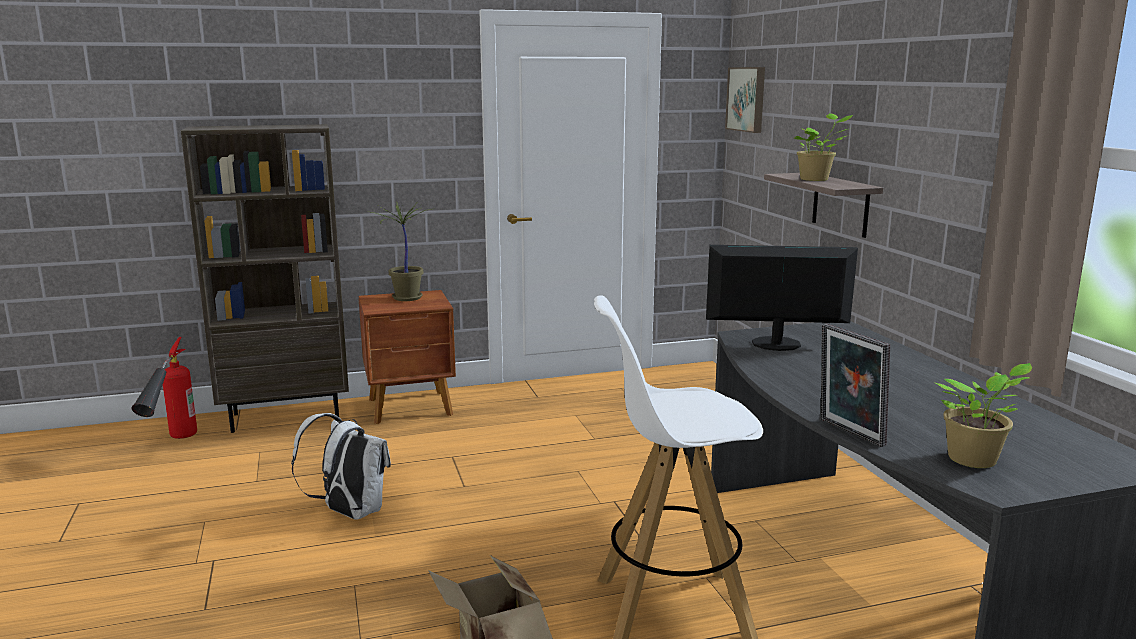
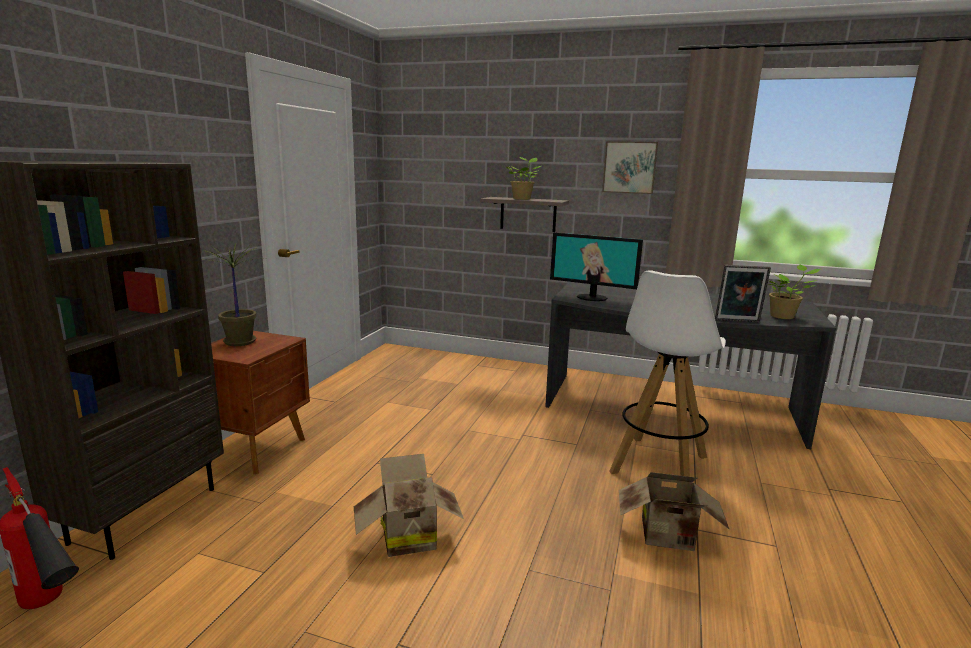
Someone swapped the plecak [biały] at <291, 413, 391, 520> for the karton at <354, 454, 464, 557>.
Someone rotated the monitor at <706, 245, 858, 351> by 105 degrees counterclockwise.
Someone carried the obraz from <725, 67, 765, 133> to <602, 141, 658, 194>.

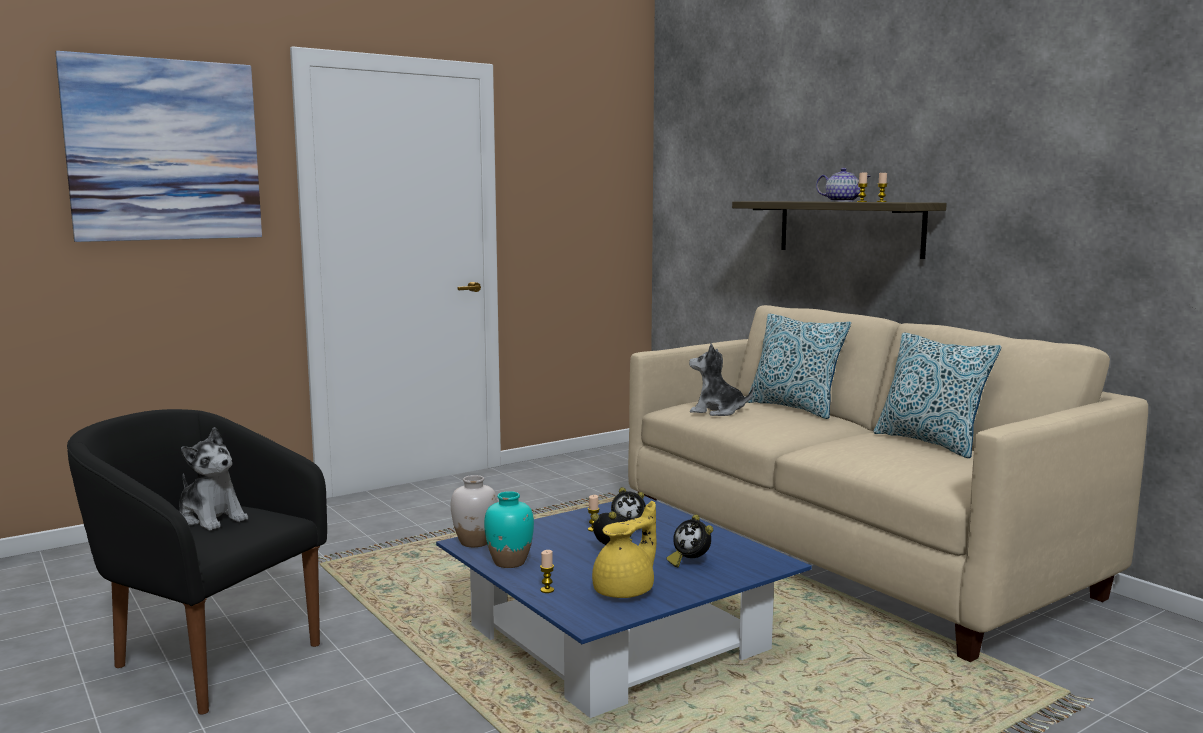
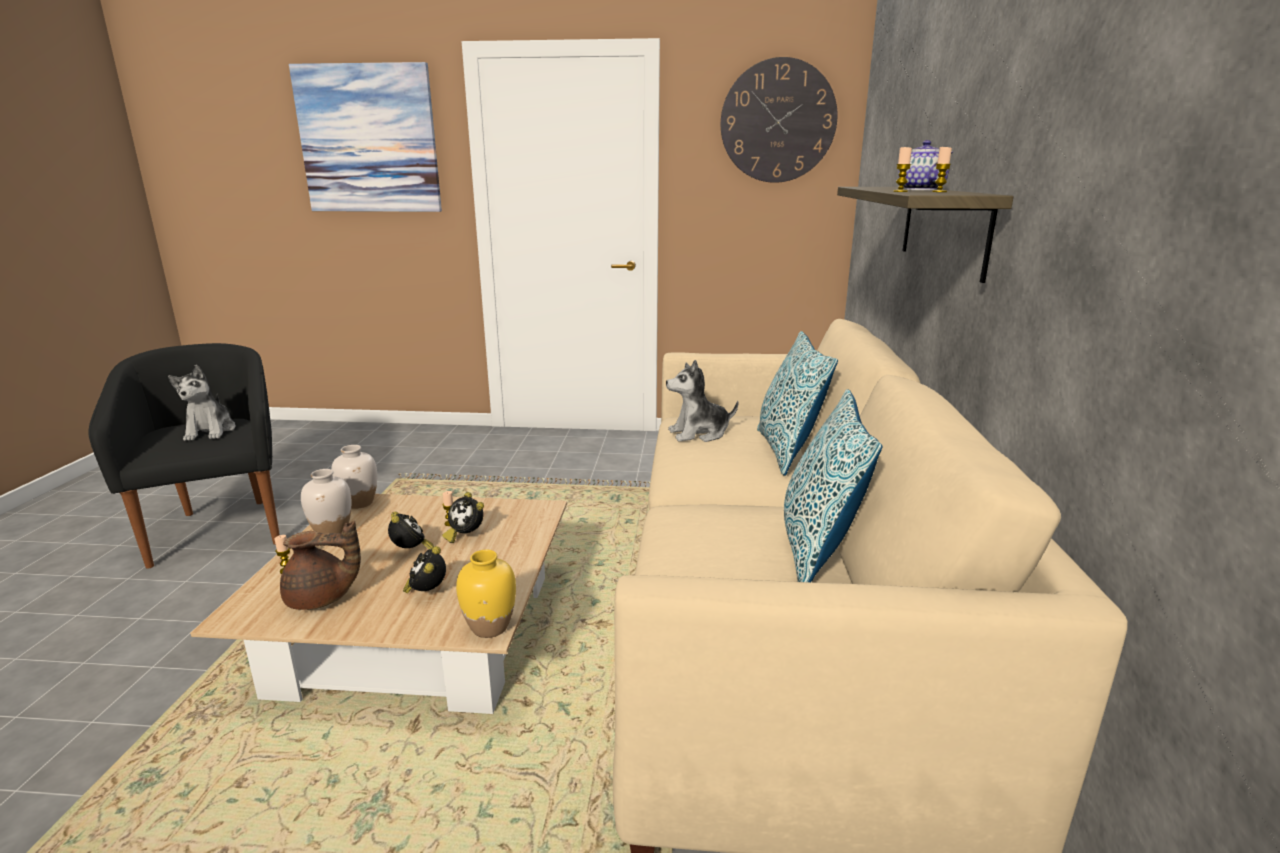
Someone repainted the ława [niebieski] at <436, 496, 812, 718>, which became the ława [beżowy] at <190, 494, 567, 714>.
Someone repainted the wazon [turkusowy] at <484, 491, 534, 568>, which became the wazon [biały] at <301, 469, 351, 533>.
Someone repainted the imbryk [żółty] at <592, 501, 657, 598>, which became the imbryk [brązowy] at <280, 521, 361, 610>.
Someone rotated the pluszak at <689, 344, 754, 416> by 75 degrees counterclockwise.
Someone put down the wazon [żółty] at <456, 549, 516, 638>.
Someone put up the zegar ścienny at <721, 57, 837, 183>.

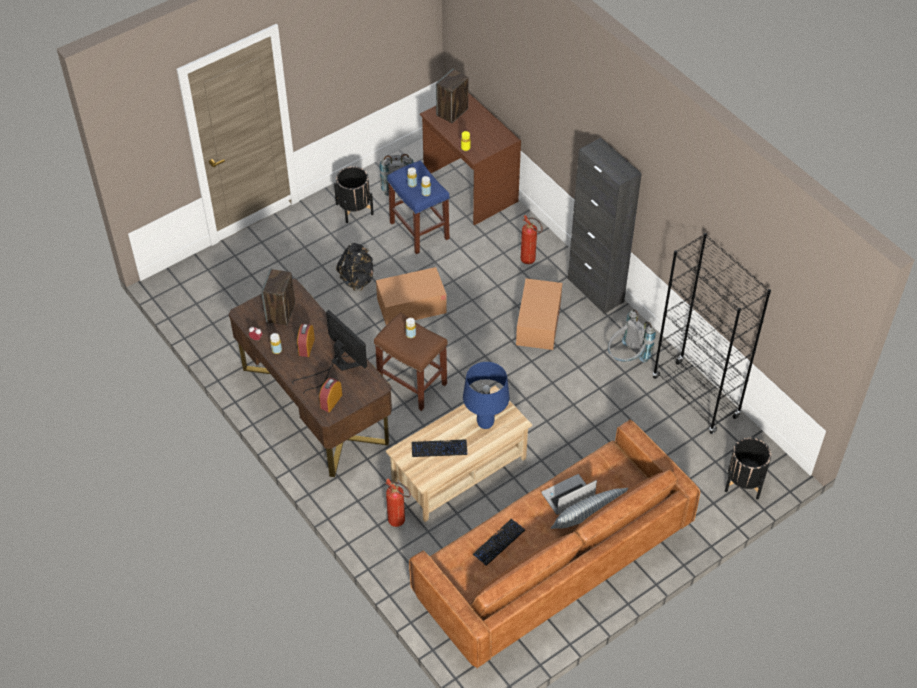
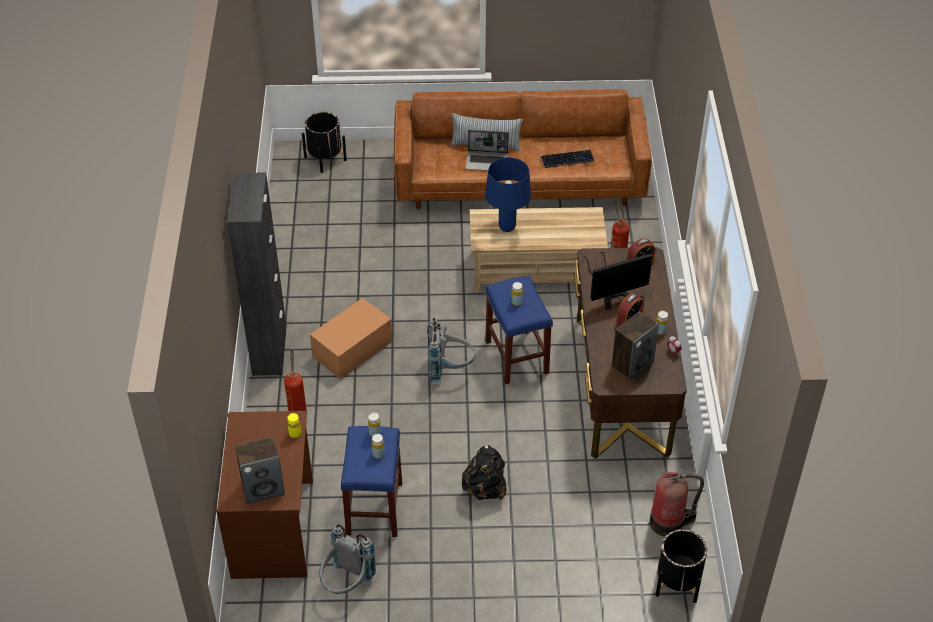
Someone rotated the monitor at <292, 310, 367, 393> by 105 degrees counterclockwise.
Someone carried the donica [czarny] from <334, 166, 374, 223> to <655, 529, 707, 603>.
Someone repainted the stołek [brązowy] at <374, 312, 448, 411>, which became the stołek [niebieski] at <485, 276, 553, 385>.
Someone took away the karton at <376, 267, 447, 325>.
Someone took away the klawiatura at <412, 439, 467, 457>.
Someone carried the plecak [szary] from <608, 310, 656, 362> to <427, 318, 476, 384>.
Someone took away the regał [czarny] at <653, 233, 771, 434>.
Someone put down the gaśnica at <650, 472, 704, 537>.

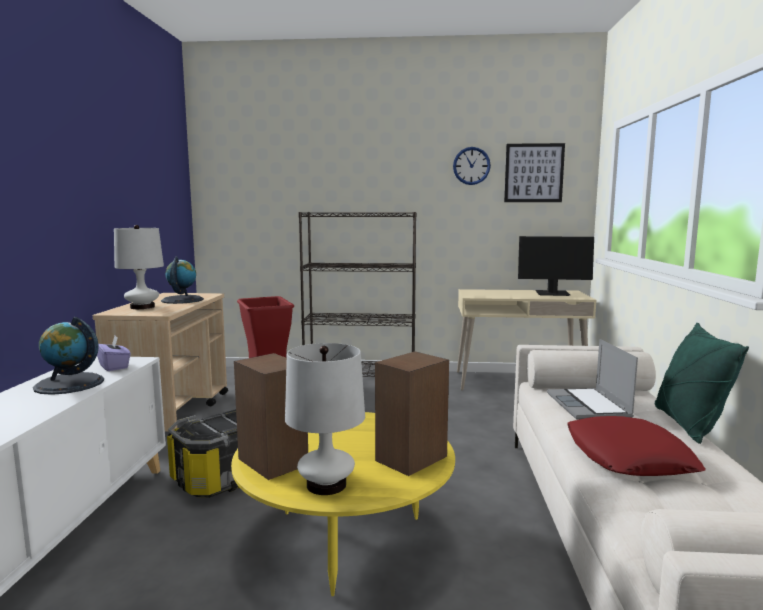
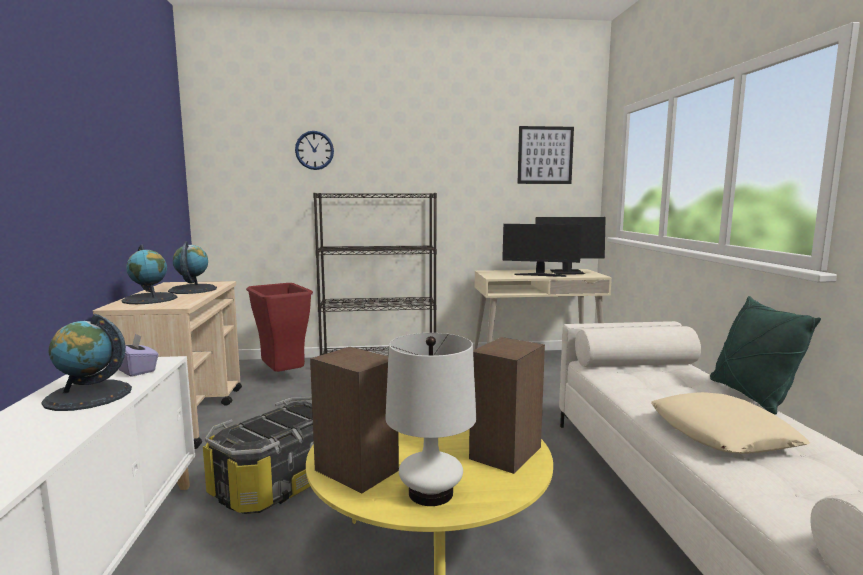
Someone swapped the lampa stołowa [biały] at <114, 225, 164, 309> for the globus at <122, 245, 177, 304>.
Someone carried the zegar ścienny from <453, 147, 491, 185> to <295, 131, 334, 170>.
Someone took away the laptop at <547, 339, 638, 420>.
Someone repainted the poduszka [czerwony] at <567, 416, 706, 476>, which became the poduszka [beżowy] at <651, 392, 810, 454>.
Someone put down the monitor at <502, 224, 582, 277>.

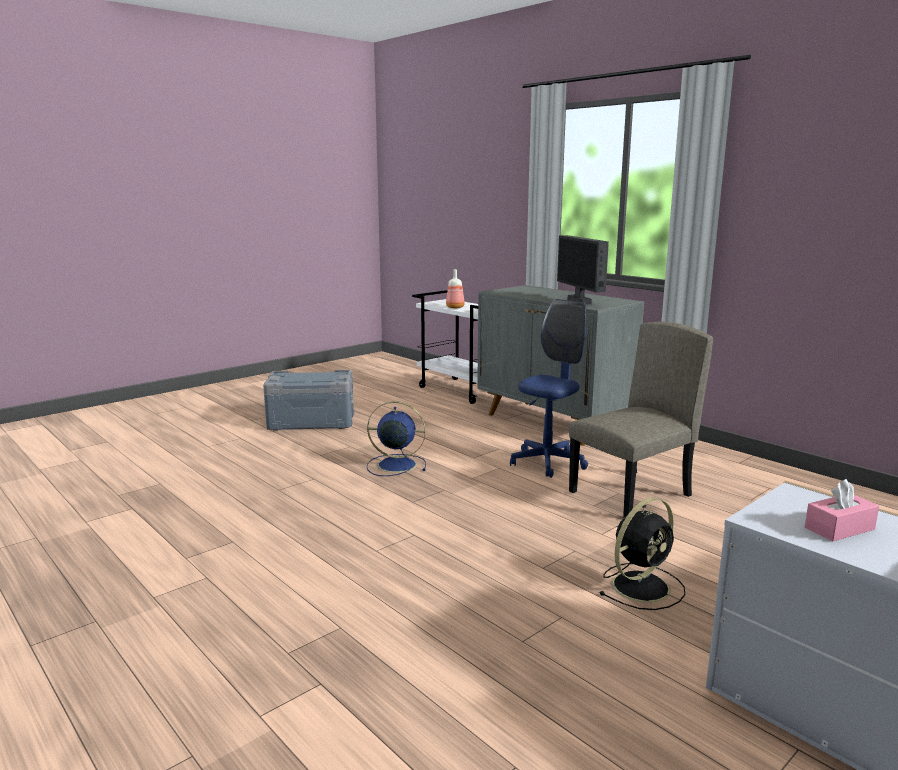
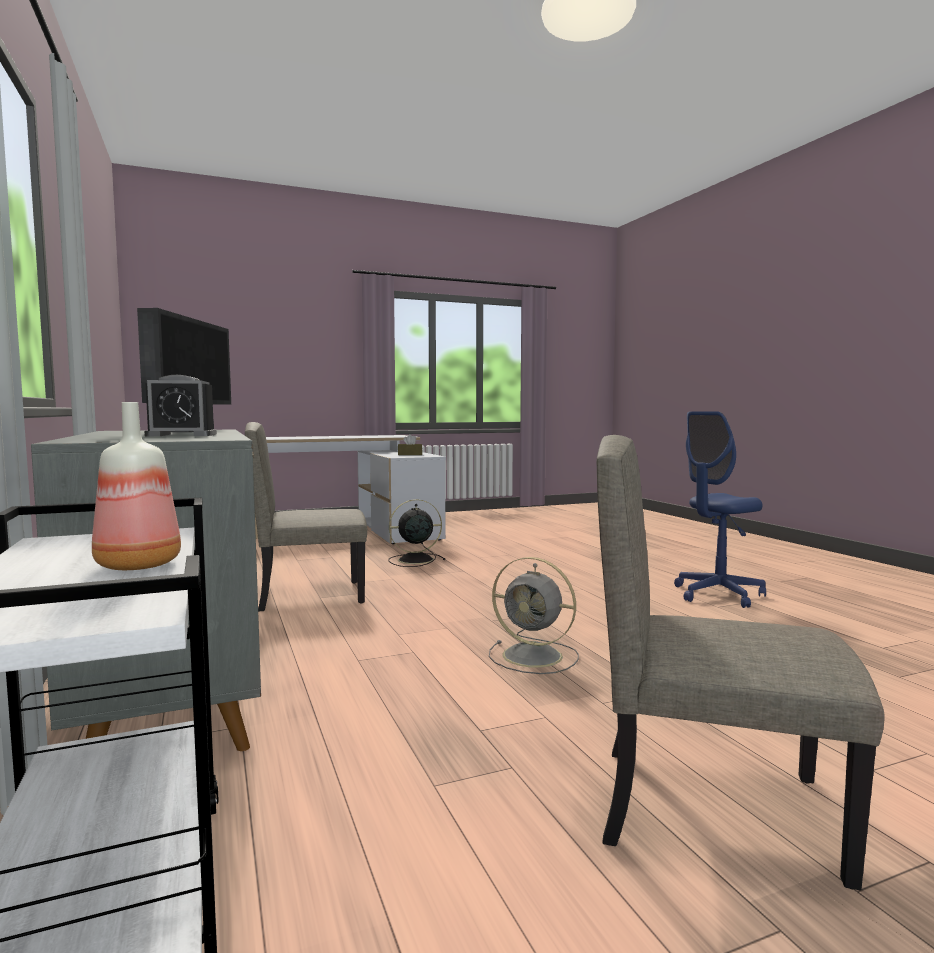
Someone swapped the pojemnik do przechowywania [szary] at <263, 370, 354, 431> for the krzesło [beżowy] at <597, 435, 884, 890>.
Someone repainted the wentylator [niebieski] at <367, 401, 426, 476>, which became the wentylator [szary] at <489, 557, 579, 674>.
Someone carried the krzesło biurowe [niebieski] from <510, 299, 588, 478> to <674, 411, 766, 608>.
Someone repainted the pudełko chusteczek [różowy] at <805, 479, 879, 542>, which became the pudełko chusteczek [brązowy] at <398, 434, 422, 455>.
Someone put down the budzik at <144, 375, 217, 436>.

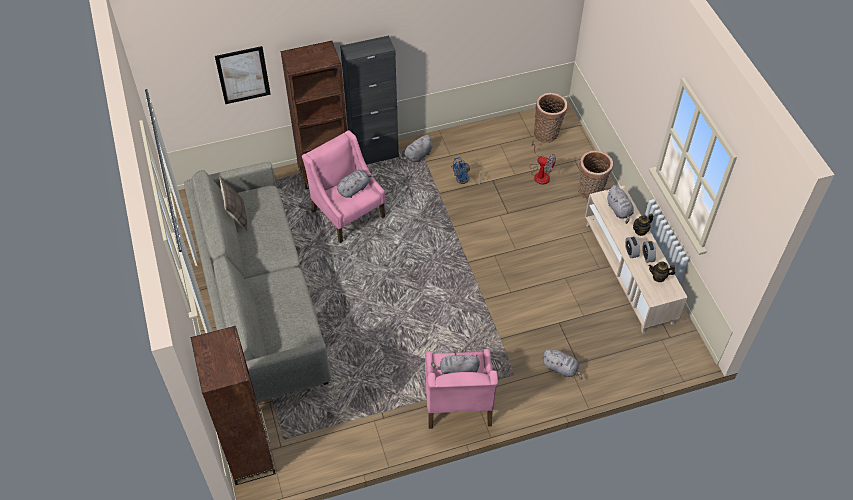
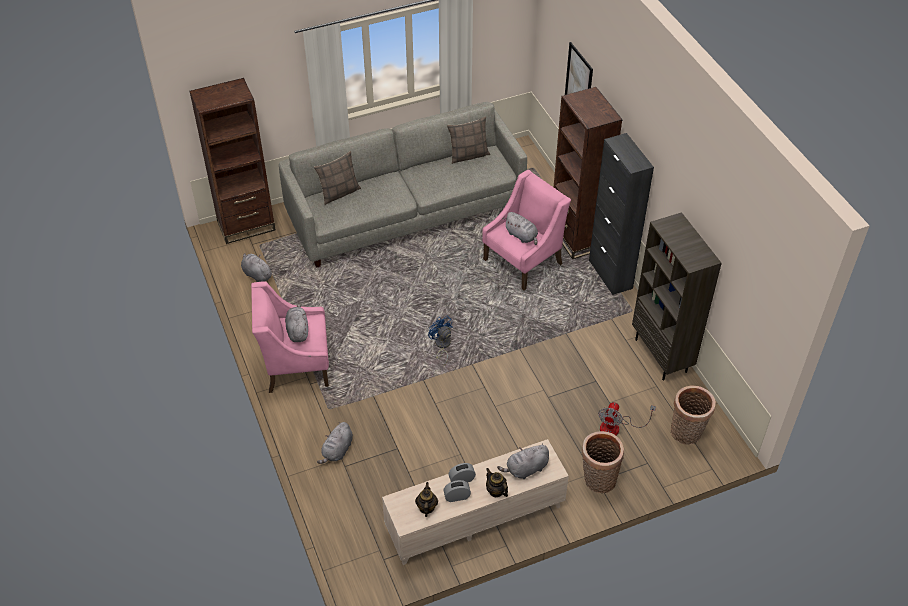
Someone carried the pluszak [szary] from <399, 135, 432, 163> to <241, 253, 273, 282>.
Someone carried the wentylator [niebieski] from <451, 157, 488, 184> to <428, 316, 453, 365>.
Someone put down the poduszka at <314, 151, 361, 205>.
Someone put down the regał [brązowy] at <632, 212, 722, 380>.

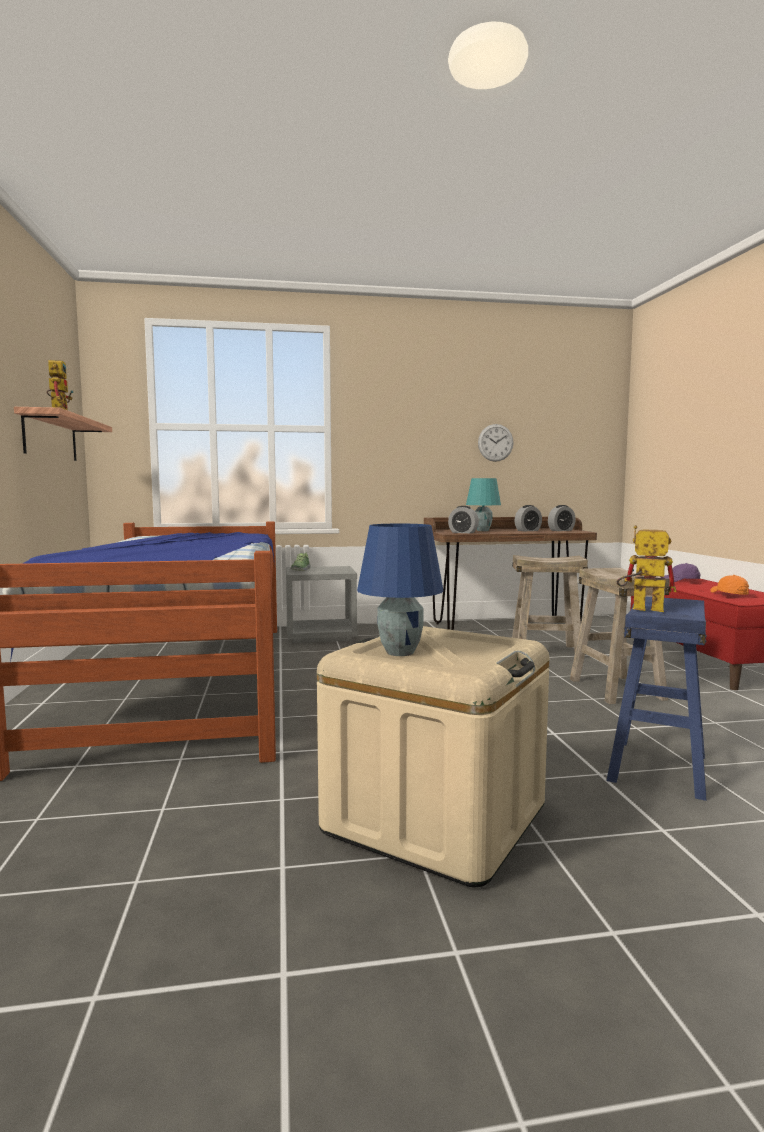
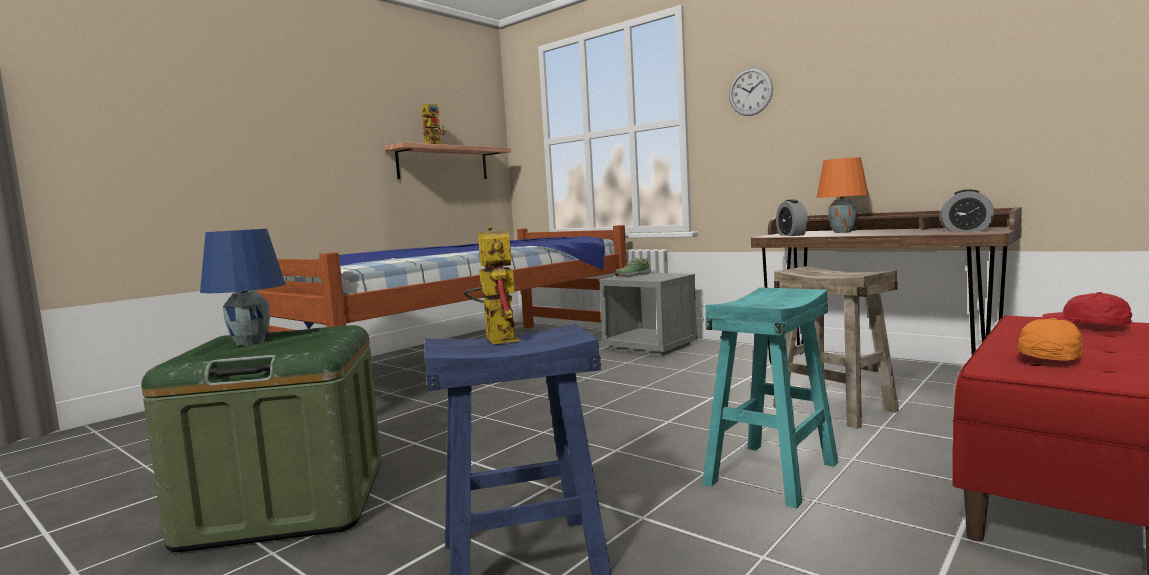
Someone repainted the pojemnik do przechowywania [beżowy] at <317, 626, 550, 887>, which became the pojemnik do przechowywania [zielony] at <141, 325, 381, 552>.
Someone repainted the lampa stołowa [turkusowy] at <466, 478, 501, 531>, which became the lampa stołowa [pomarańczowy] at <816, 157, 869, 233>.
Someone carried the zegar ścienny from <478, 424, 513, 462> to <729, 68, 773, 116>.
Someone took away the budzik at <515, 505, 542, 531>.
Someone repainted the stołek [beżowy] at <570, 568, 670, 704>, which became the stołek [turkusowy] at <702, 287, 838, 509>.
Someone repainted the czapka z daszkiem [fioletowy] at <661, 563, 700, 582>, which became the czapka z daszkiem [czerwony] at <1042, 292, 1133, 325>.

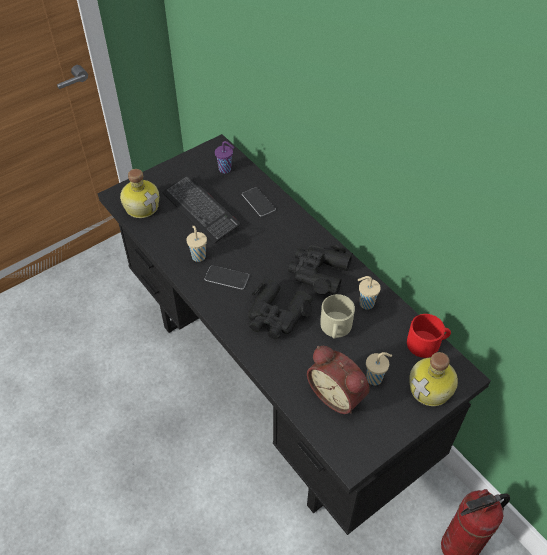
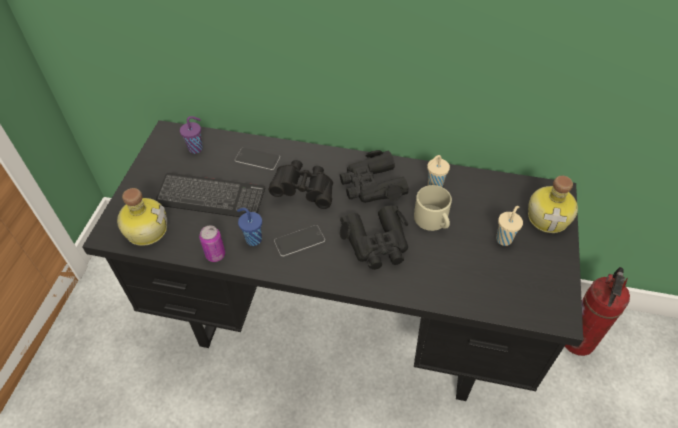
Someone repainted the filiżanka [beżowy] at <186, 226, 207, 262>, which became the filiżanka [niebieski] at <237, 208, 262, 246>.
Someone took away the budzik at <307, 346, 370, 414>.
Someone took away the kubek [czerwony] at <407, 314, 451, 358>.
Someone put down the puszka at <199, 225, 225, 262>.
Someone put down the lornetka [czarny] at <269, 160, 333, 209>.

